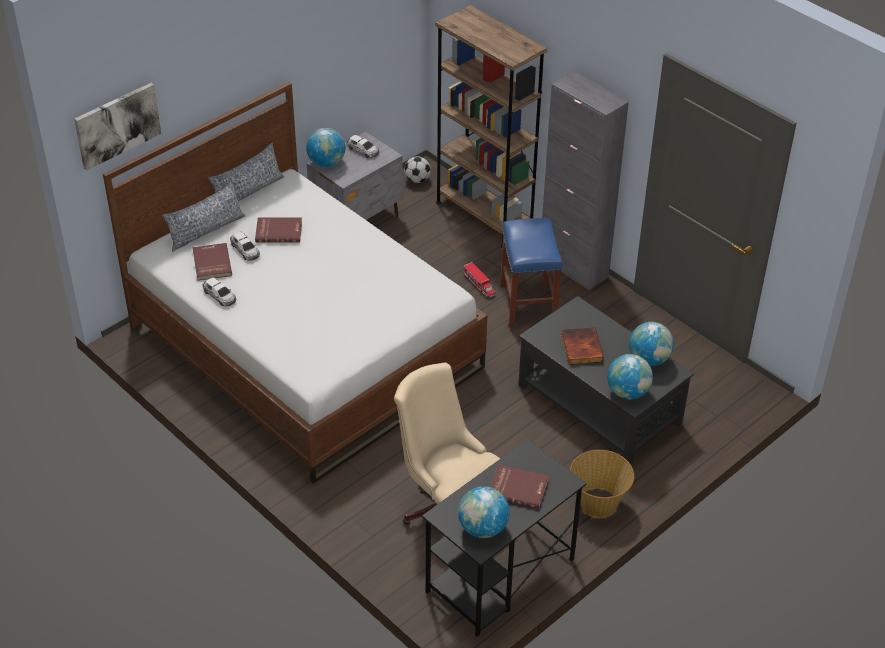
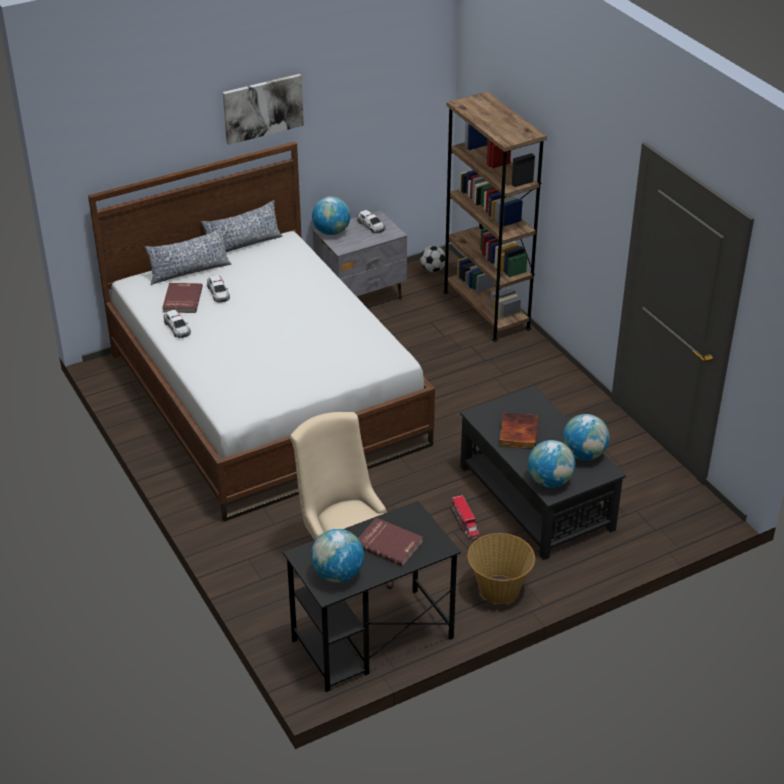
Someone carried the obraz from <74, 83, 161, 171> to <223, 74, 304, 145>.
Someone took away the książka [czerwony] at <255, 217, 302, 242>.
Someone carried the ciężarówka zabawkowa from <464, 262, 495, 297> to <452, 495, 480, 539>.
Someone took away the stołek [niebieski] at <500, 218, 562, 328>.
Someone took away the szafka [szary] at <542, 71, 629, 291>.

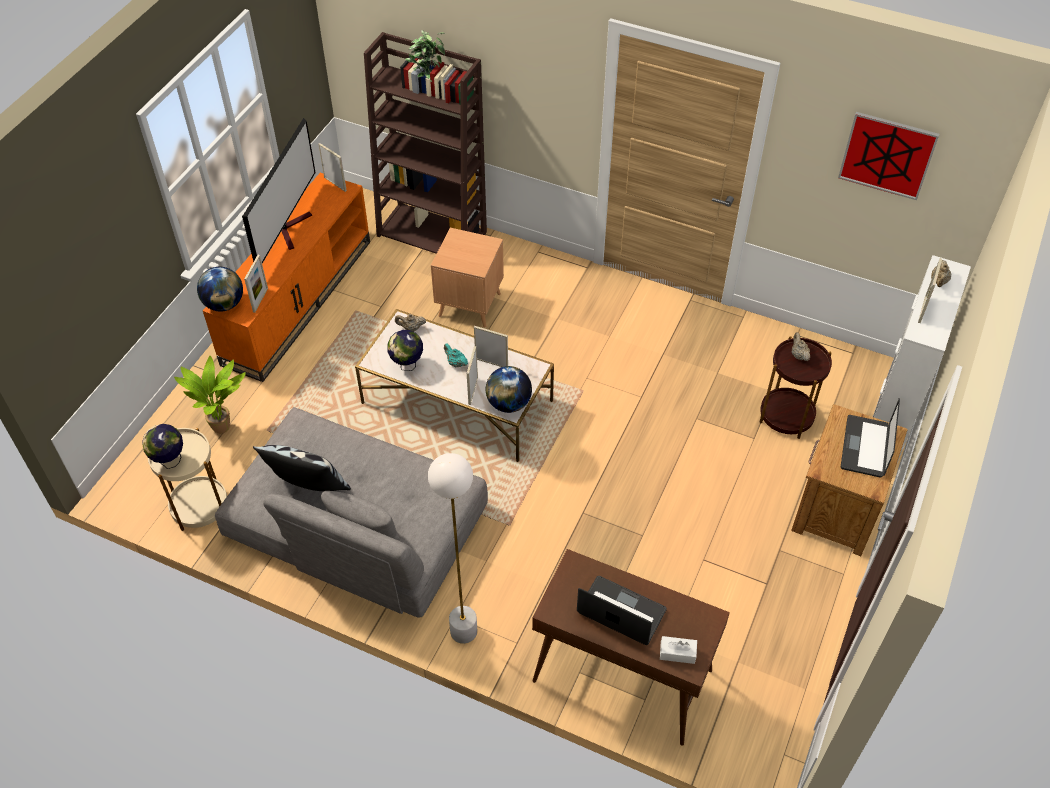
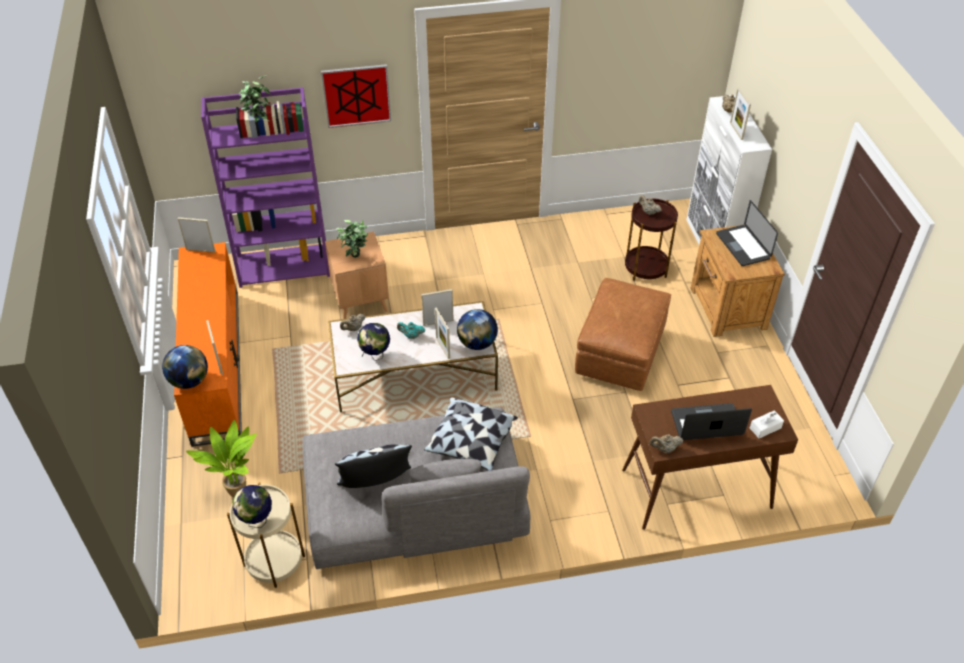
Someone took away the telewizor at <242, 118, 316, 264>.
Someone repainted the regał [brązowy] at <364, 32, 487, 254>, which became the regał [fioletowy] at <201, 87, 330, 288>.
Someone took away the lampa stojąca [biały] at <428, 453, 477, 644>.
Someone carried the obraz from <838, 112, 939, 200> to <321, 64, 391, 128>.
Someone put down the roślina doniczkowa at <336, 220, 368, 257>.
Someone put down the poduszka at <424, 397, 518, 471>.
Someone put down the pufa [brązowy] at <575, 278, 671, 391>.
Someone put down the imbryk [beżowy] at <650, 434, 683, 453>.

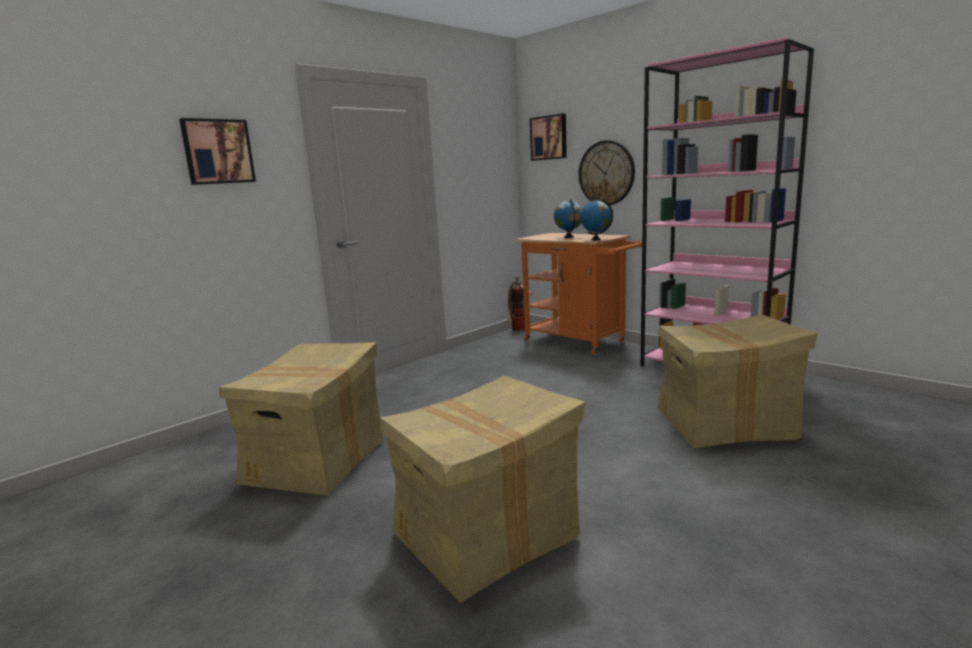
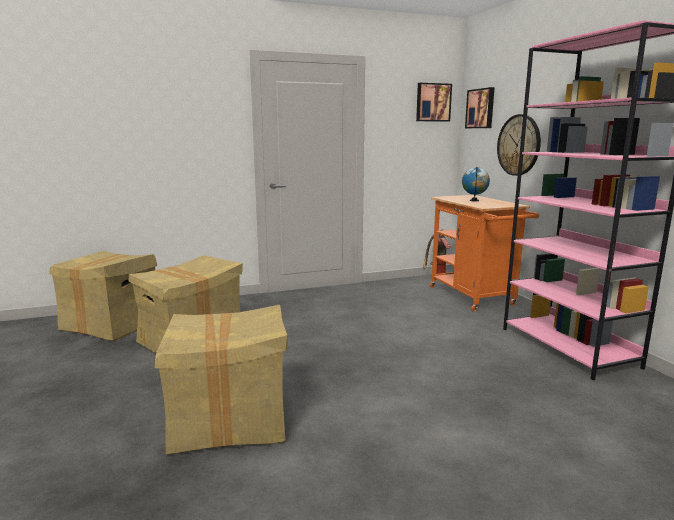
Someone carried the obraz from <179, 118, 256, 185> to <416, 83, 452, 122>.
Someone took away the globus at <580, 199, 613, 240>.
Someone carried the karton from <657, 315, 818, 449> to <49, 251, 157, 341>.

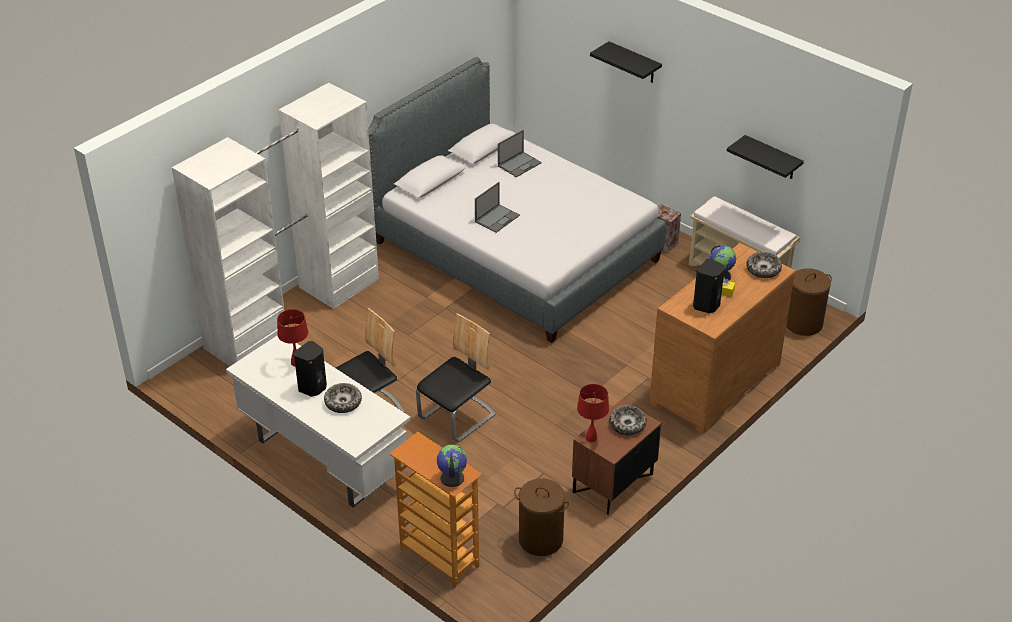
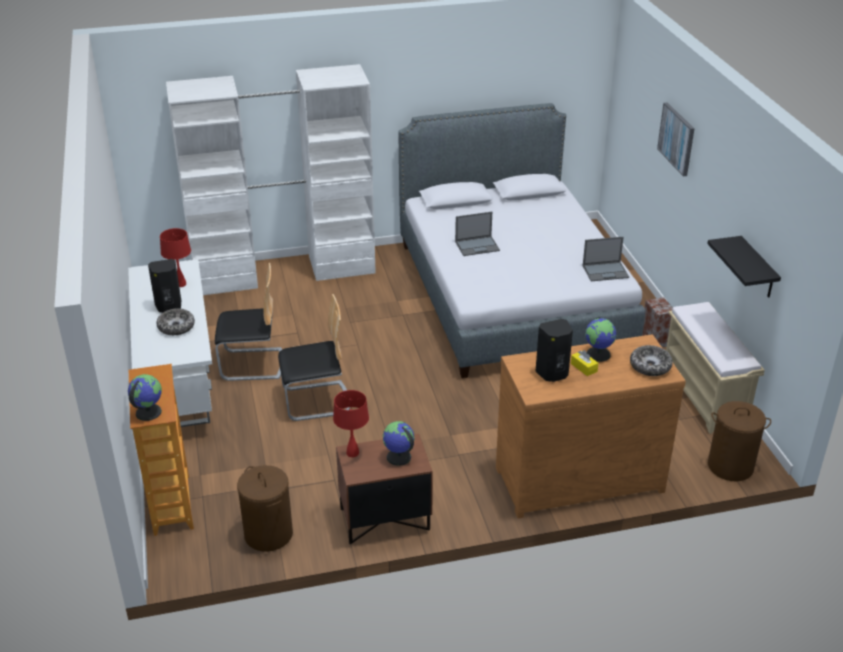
Someone carried the laptop from <498, 130, 542, 177> to <583, 237, 629, 281>.
Someone swapped the półka [czarny] at <590, 41, 662, 83> for the obraz at <657, 103, 695, 176>.
Someone swapped the miska at <609, 405, 647, 435> for the globus at <383, 421, 415, 466>.

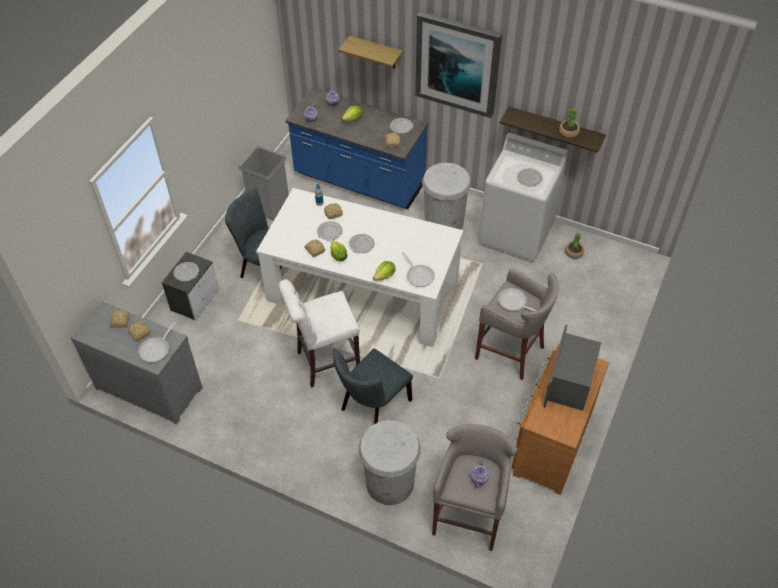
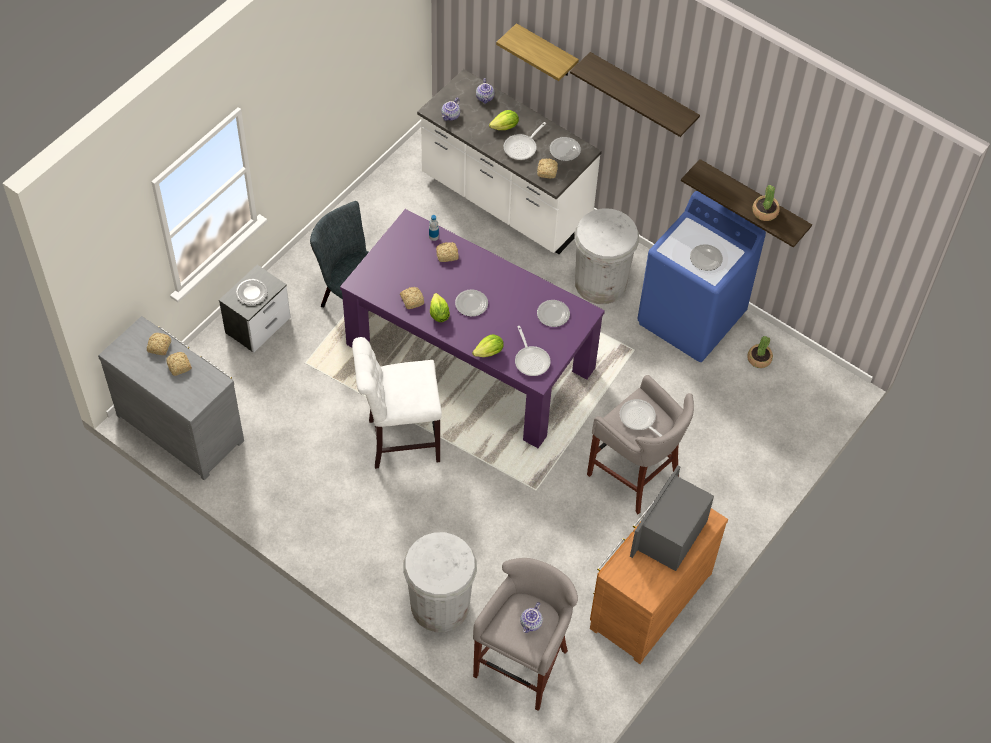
Someone carried the patelnia from <138, 322, 176, 362> to <504, 122, 546, 160>.
Someone took away the kosz na śmieci [szary] at <239, 145, 289, 221>.
Someone repainted the stół jadalny [biały] at <256, 188, 464, 347>, which became the stół jadalny [fioletowy] at <340, 209, 605, 448>.
Someone repainted the zabudowa kuchenna [niebieski] at <285, 88, 428, 209>, which became the zabudowa kuchenna [biały] at <417, 69, 602, 254>.
Someone carried the talerz from <317, 221, 343, 241> to <537, 300, 570, 327>.
Someone took away the krzesło [szary] at <333, 348, 413, 424>.
Someone swapped the obraz at <415, 12, 502, 118> for the półka at <570, 52, 700, 137>.
Someone repainted the pralka [biały] at <479, 133, 568, 263>, which became the pralka [niebieski] at <637, 191, 766, 362>.

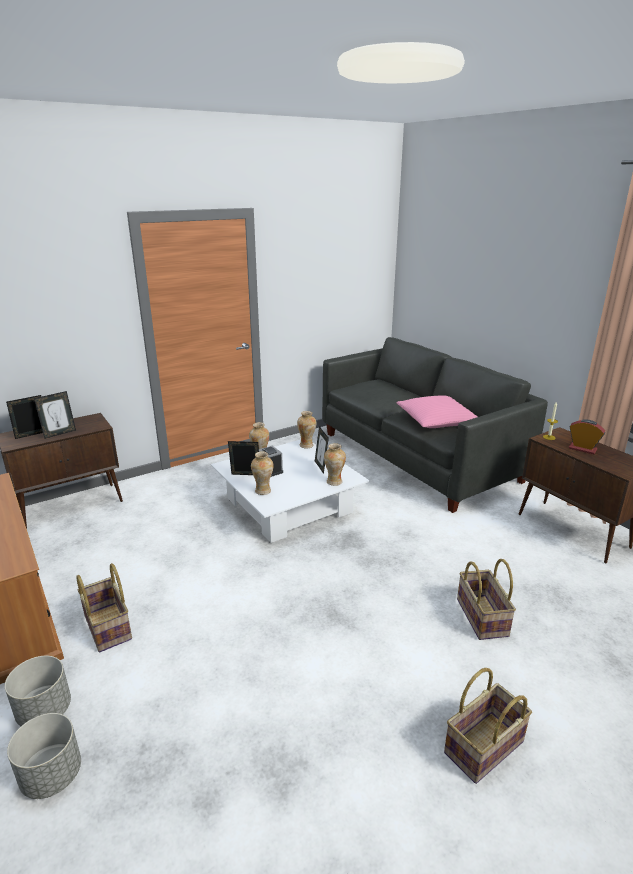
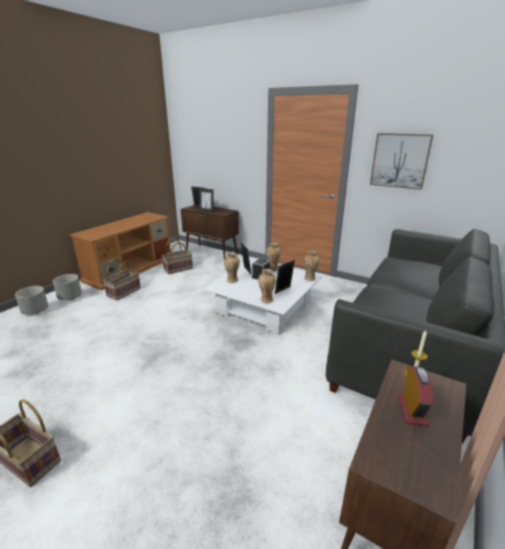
Someone took away the poduszka [różowy] at <396, 395, 478, 428>.
Someone carried the koszyk from <457, 559, 516, 640> to <162, 239, 193, 274>.
Someone put up the obraz at <370, 133, 433, 190>.

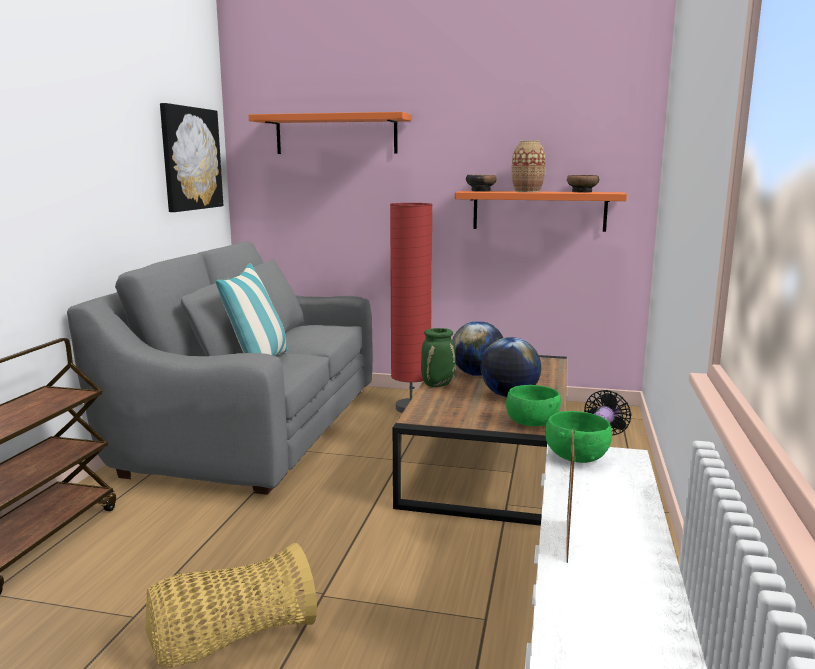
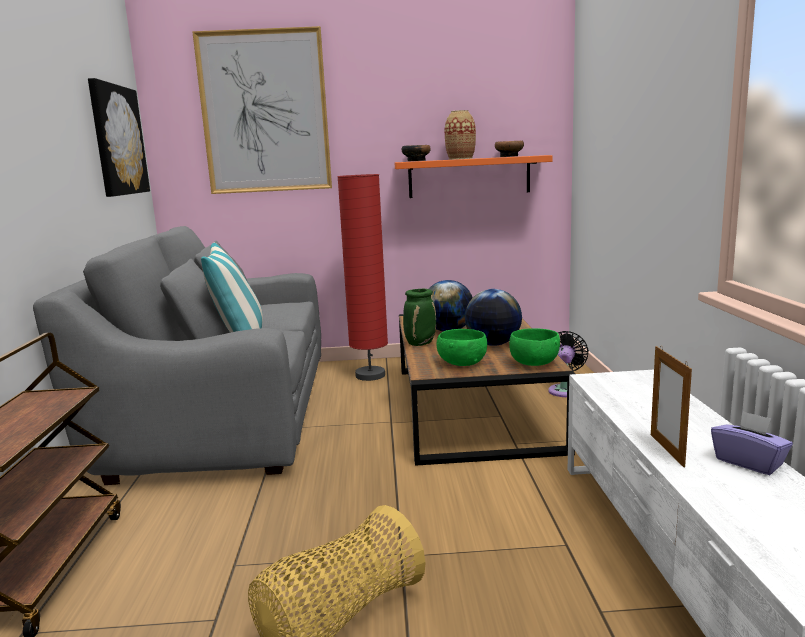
Someone swapped the półka [pomarańczowy] at <249, 112, 411, 154> for the obraz at <192, 26, 332, 194>.
Someone carried the miska [zielony] from <545, 411, 612, 463> to <437, 329, 487, 366>.
Someone put down the pudełko chusteczek [fioletowy] at <711, 411, 793, 475>.

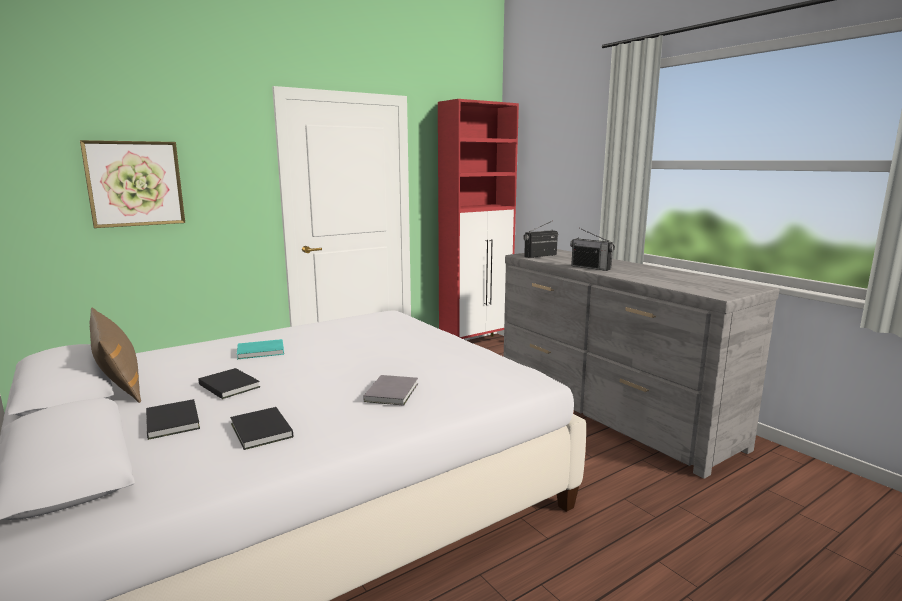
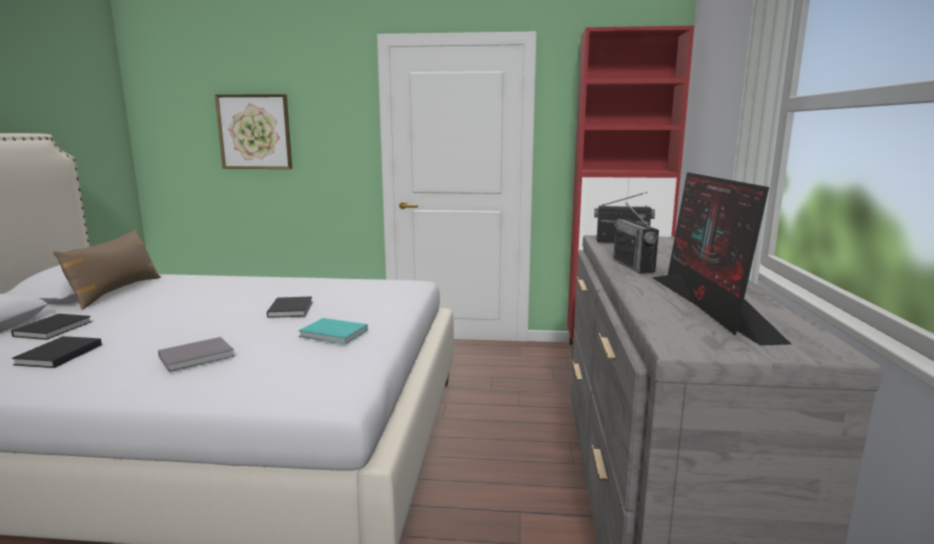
Someone carried the książka [czarny] from <198, 368, 260, 399> to <267, 296, 312, 318>.
Someone carried the książka [turkusowy] from <237, 339, 284, 359> to <298, 318, 368, 344>.
Someone put down the monitor at <651, 172, 791, 346>.

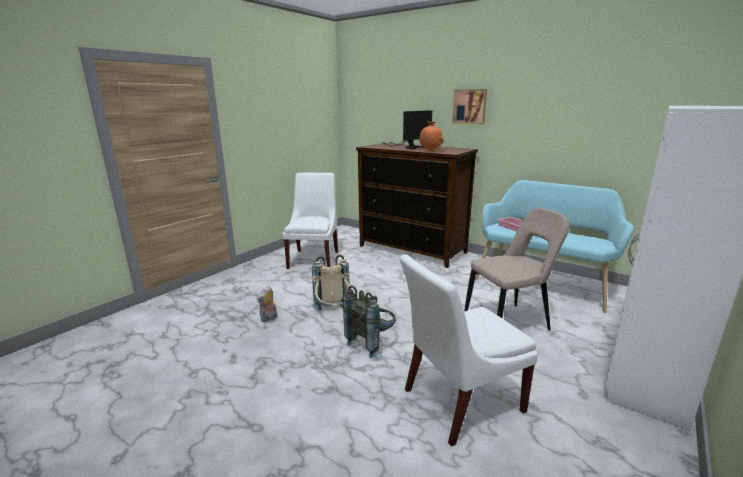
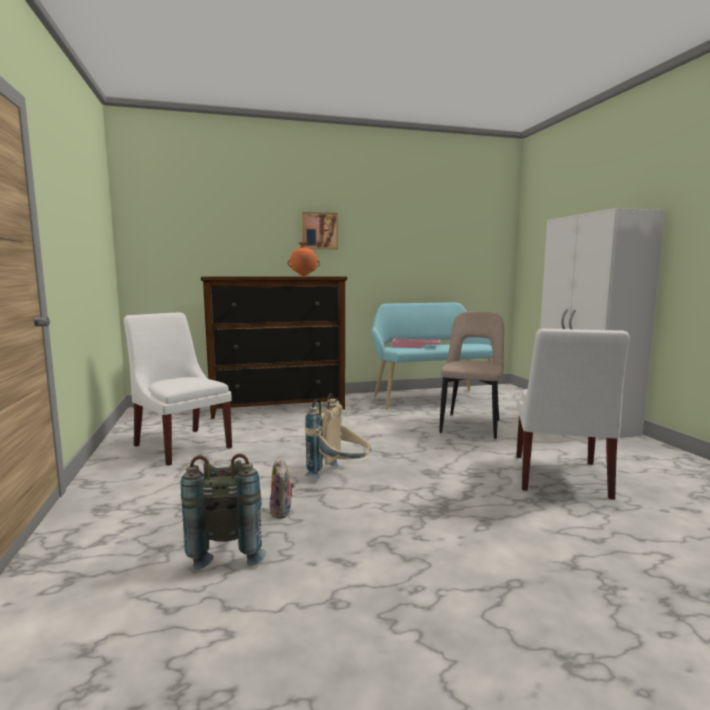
Someone carried the plecak [szary] from <343, 285, 396, 358> to <181, 454, 266, 571>.
Someone took away the monitor at <382, 110, 432, 149>.

